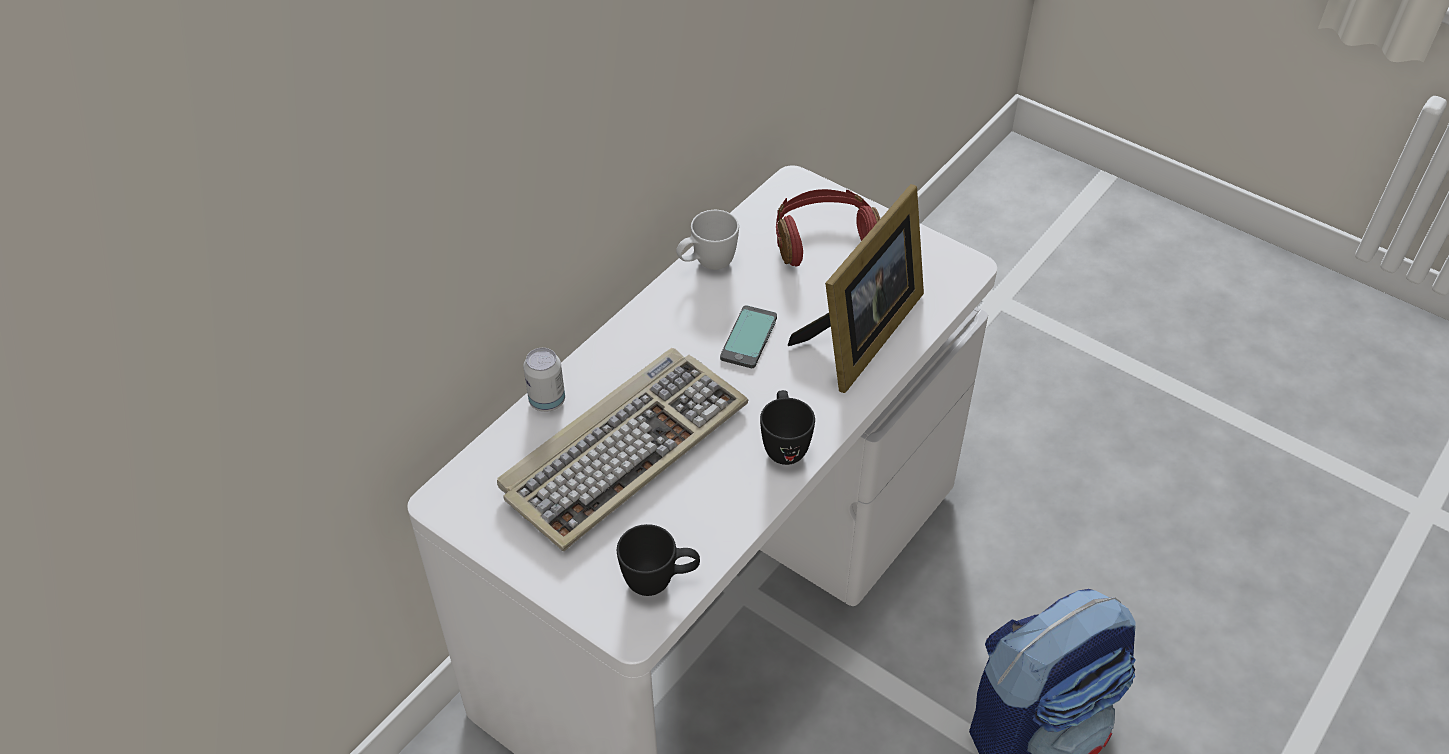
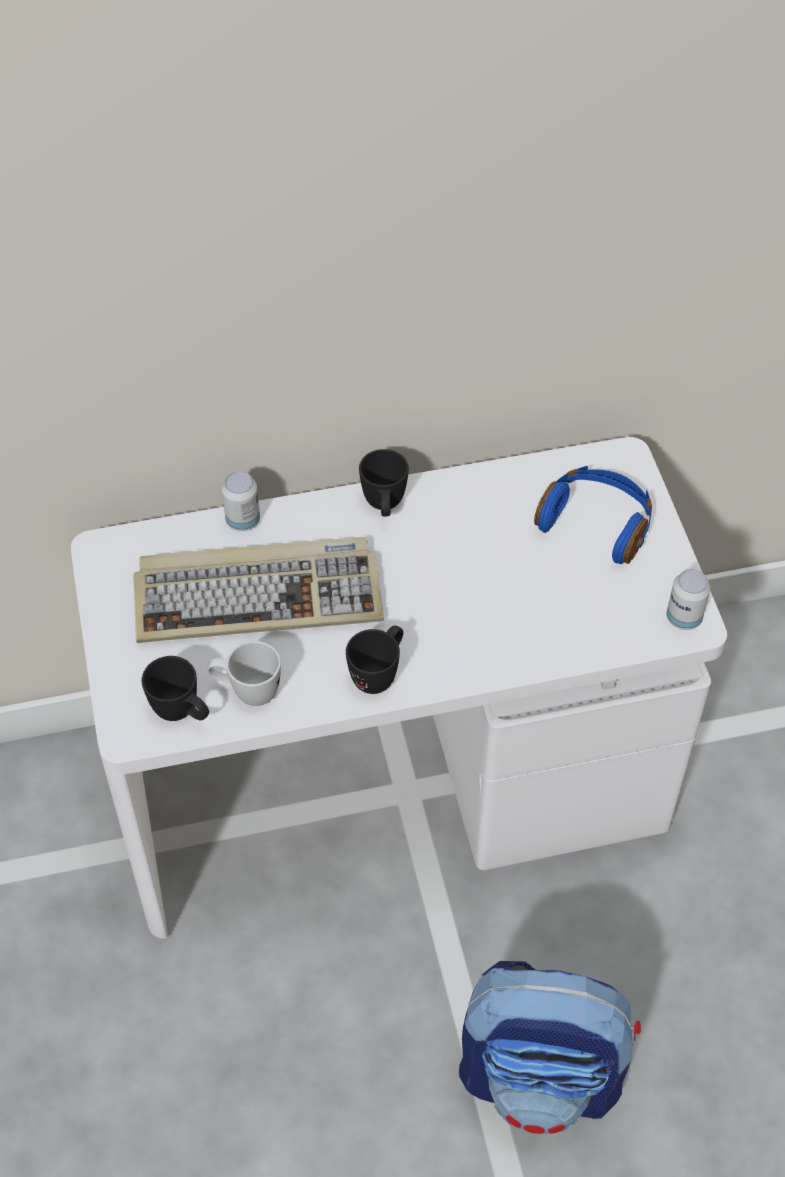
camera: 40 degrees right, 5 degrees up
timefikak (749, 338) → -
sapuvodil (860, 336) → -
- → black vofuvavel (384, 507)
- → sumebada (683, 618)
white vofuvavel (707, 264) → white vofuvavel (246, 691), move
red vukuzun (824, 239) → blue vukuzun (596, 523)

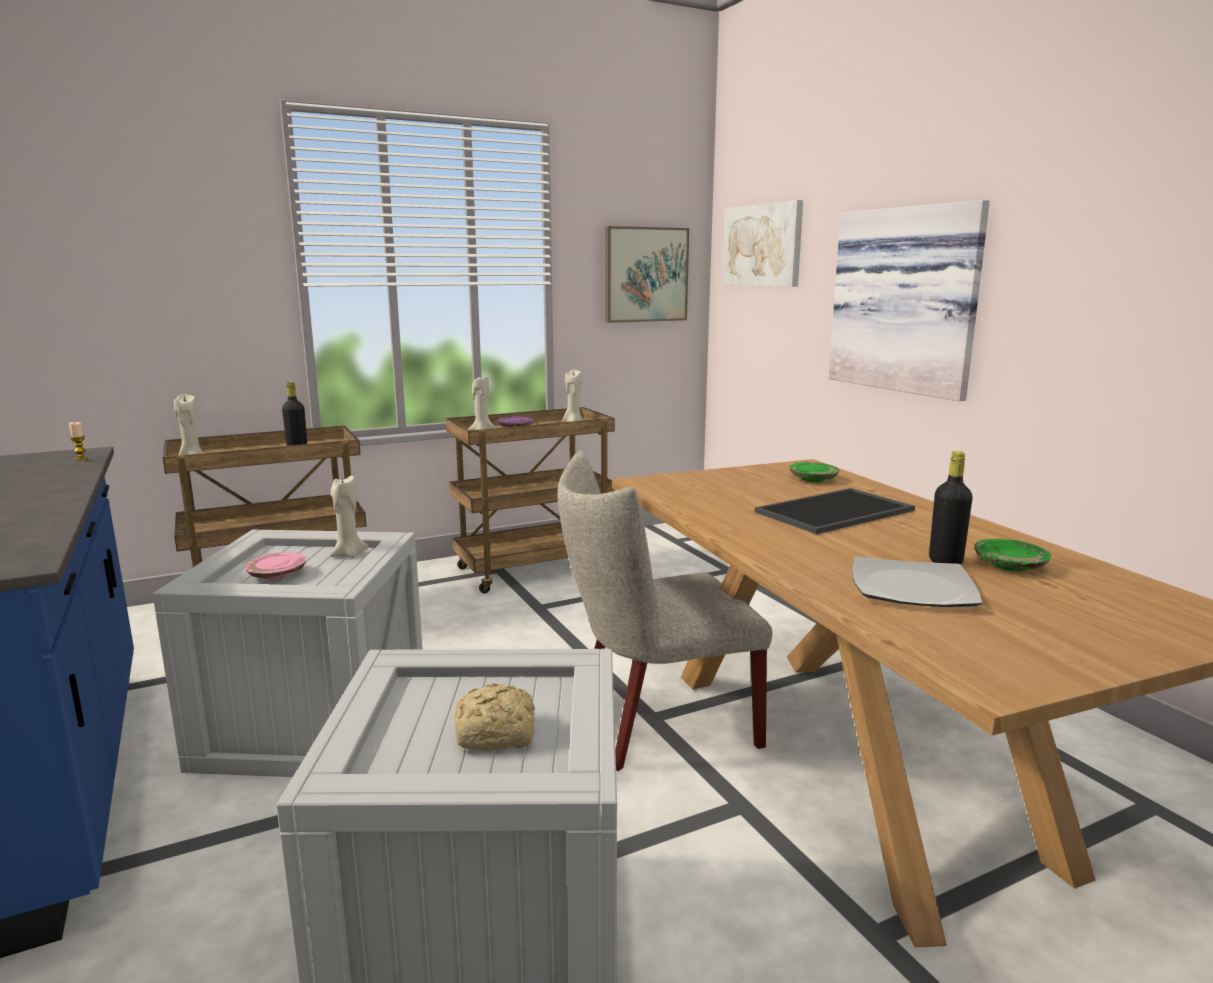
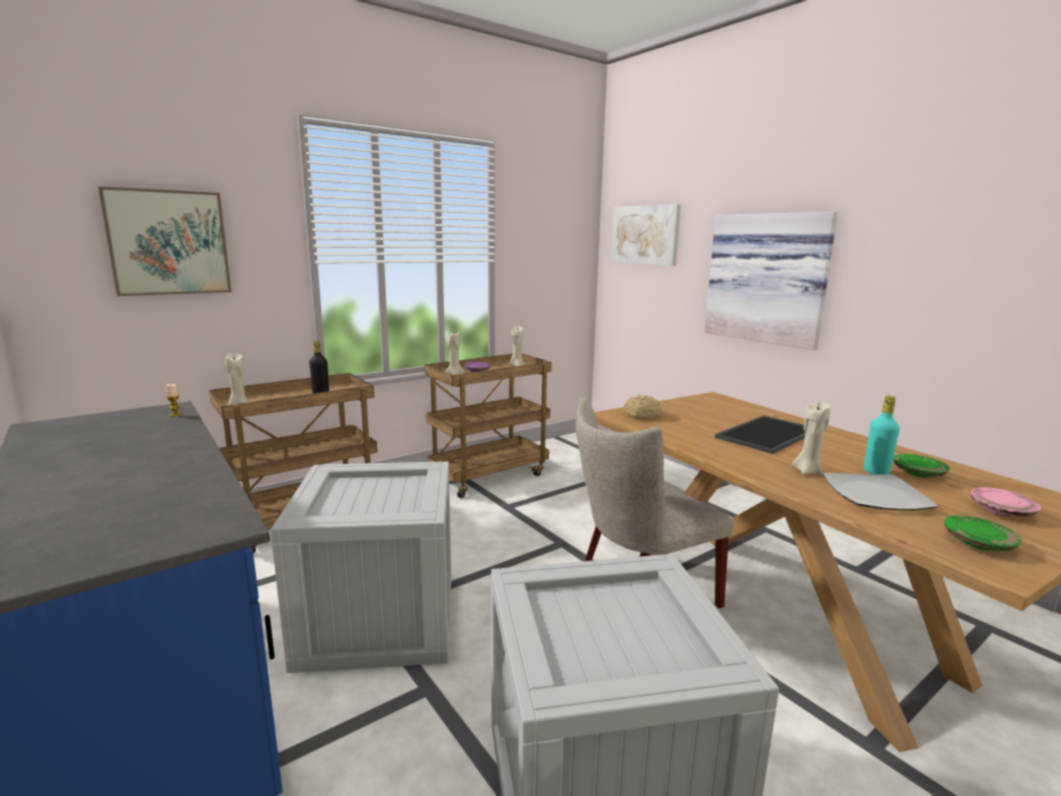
camera: 10 degrees left, 0 degrees up
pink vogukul (277, 575) → pink vogukul (1002, 511), move
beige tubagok (348, 554) → beige tubagok (807, 471), move
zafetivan (498, 734) → zafetivan (643, 415), move
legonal (645, 274) → legonal (168, 243), move
green vogukul (813, 479) → green vogukul (978, 543), move
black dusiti (945, 561) → turquoise dusiti (876, 472)

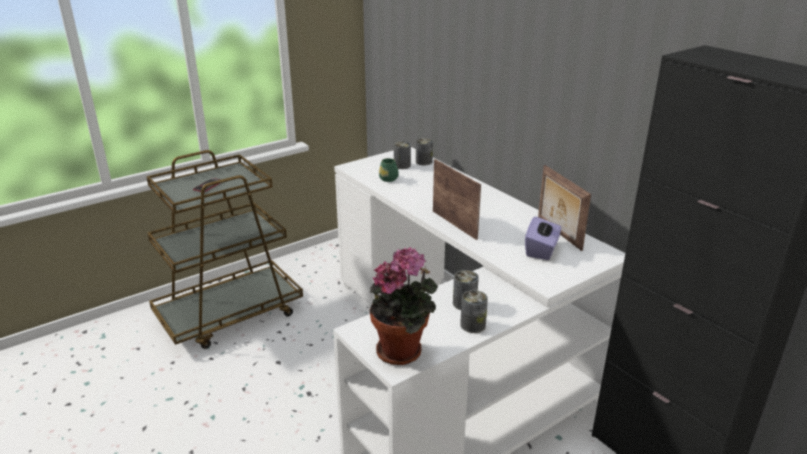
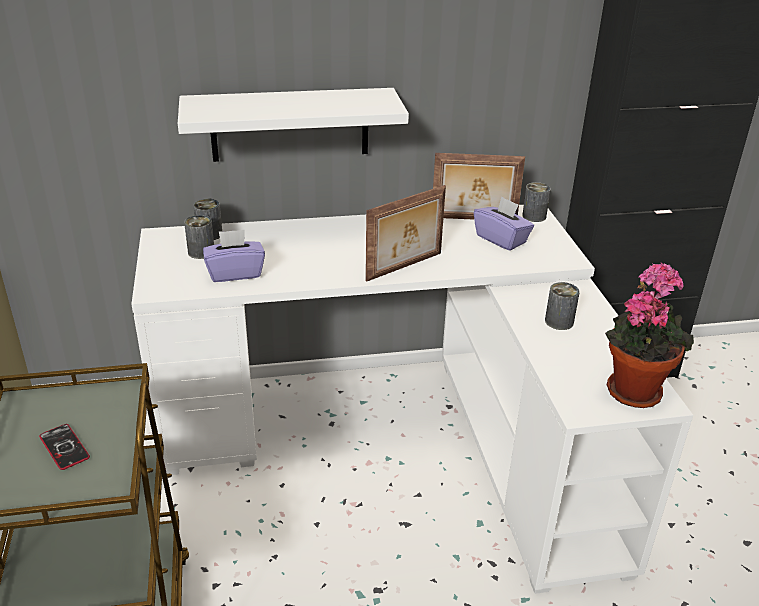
camera: 65 degrees left, 5 degrees up
- → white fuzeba (290, 124)
sumebada (473, 325) → sumebada (534, 216), move
green vofuvavel (390, 179) → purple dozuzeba (235, 273)
sapuvodil (455, 224) → sapuvodil (405, 267), 150 degrees clockwise

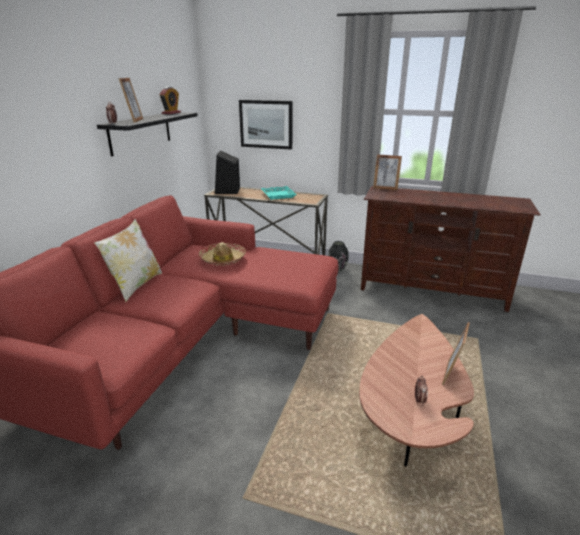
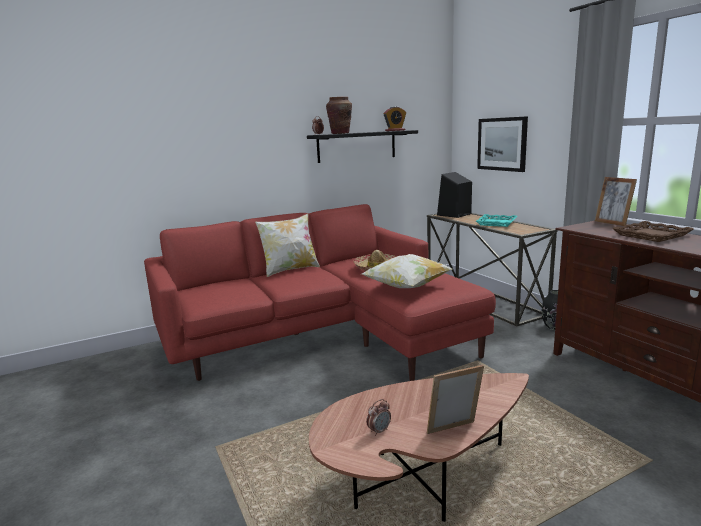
camera: 45 degrees right, 10 degrees down
- → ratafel (406, 287)
- → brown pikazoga (651, 235)
sapuvodil (134, 121) → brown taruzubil (340, 133)

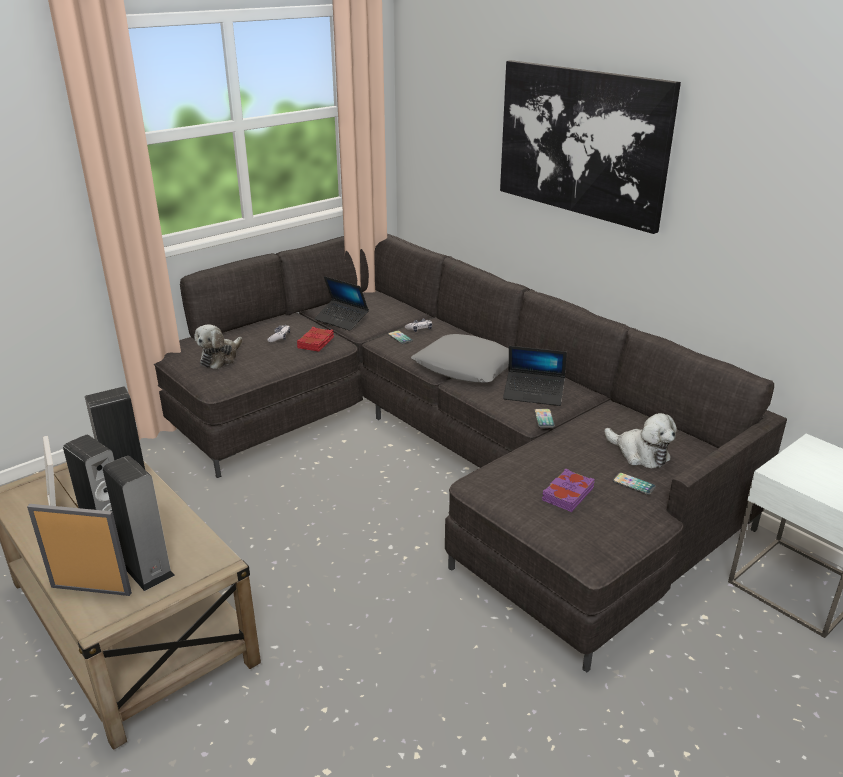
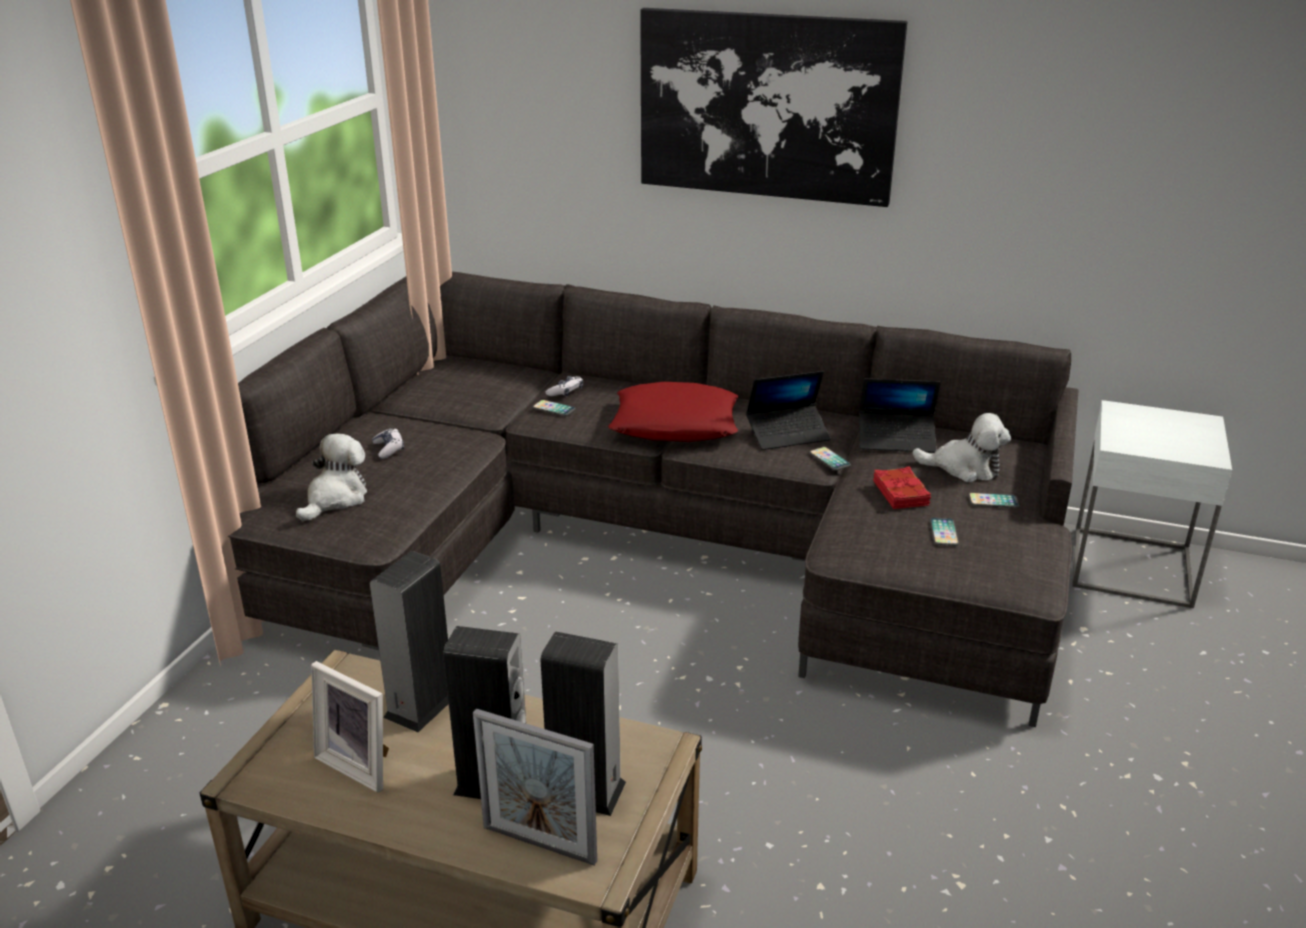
camera: 30 degrees left, 0 degrees up
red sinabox (316, 343) → red sinabox (901, 493), move
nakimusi (341, 320) → nakimusi (896, 440), move
purple sinabox (567, 494) → timefikak (943, 533)
grey ratafel (465, 367) → red ratafel (674, 424)
sapuvodil (91, 590) → sapuvodil (539, 844), 135 degrees counterclockwise
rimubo (220, 358) → rimubo (335, 499), 150 degrees counterclockwise

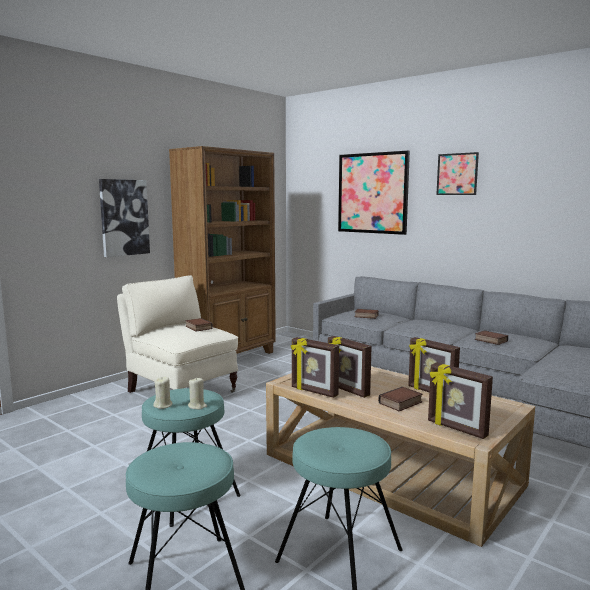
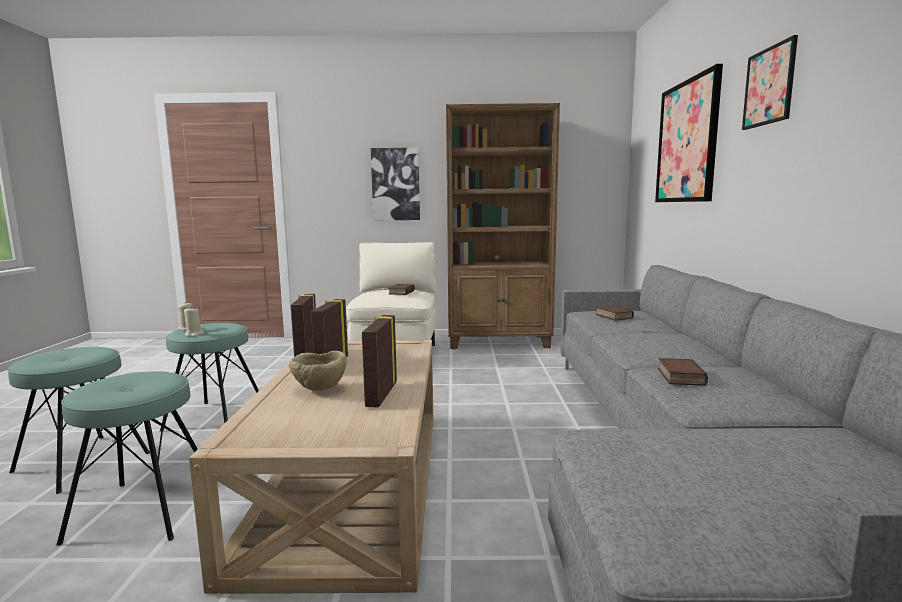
camera: 50 degrees right, 0 degrees up
sapuvodil (456, 429) → -
sinabox (401, 403) → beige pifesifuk (319, 390)

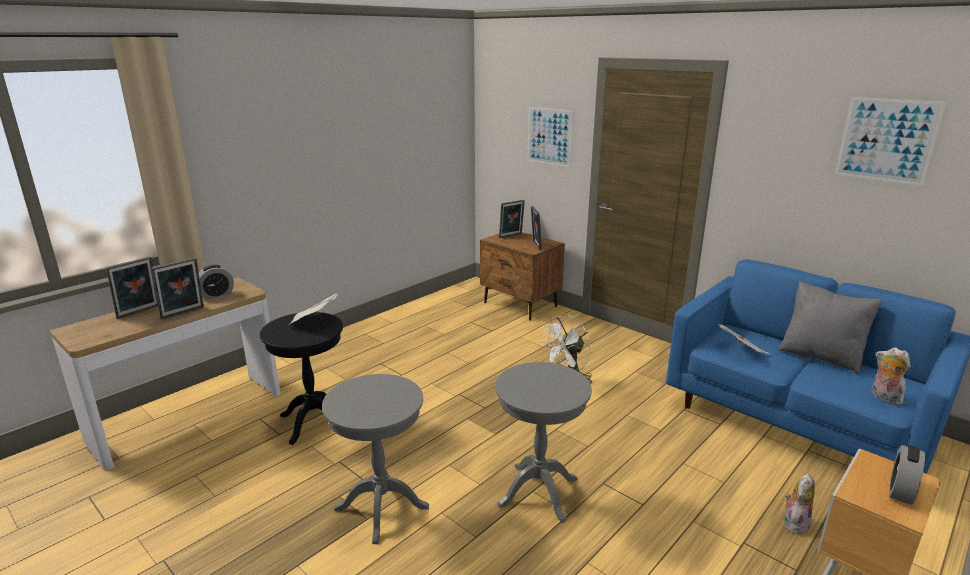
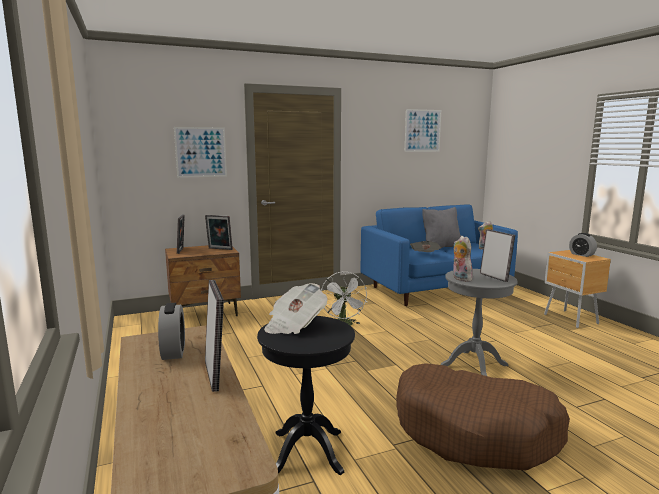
camera: 65 degrees left, 10 degrees down
sapuvodil (139, 312) → sapuvodil (495, 277), move
rimubo (794, 522) → rimubo (460, 278), move
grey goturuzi (382, 508) → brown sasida (475, 431)

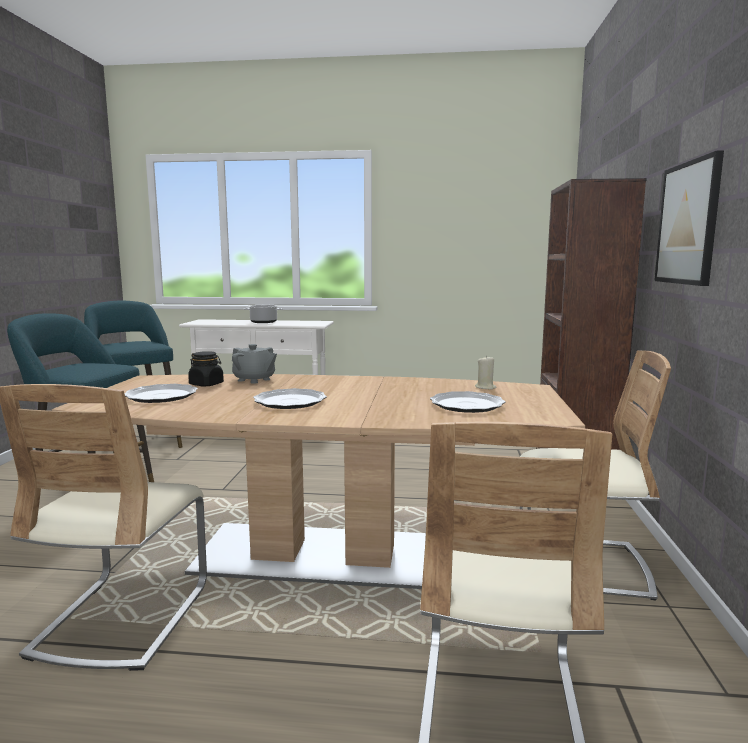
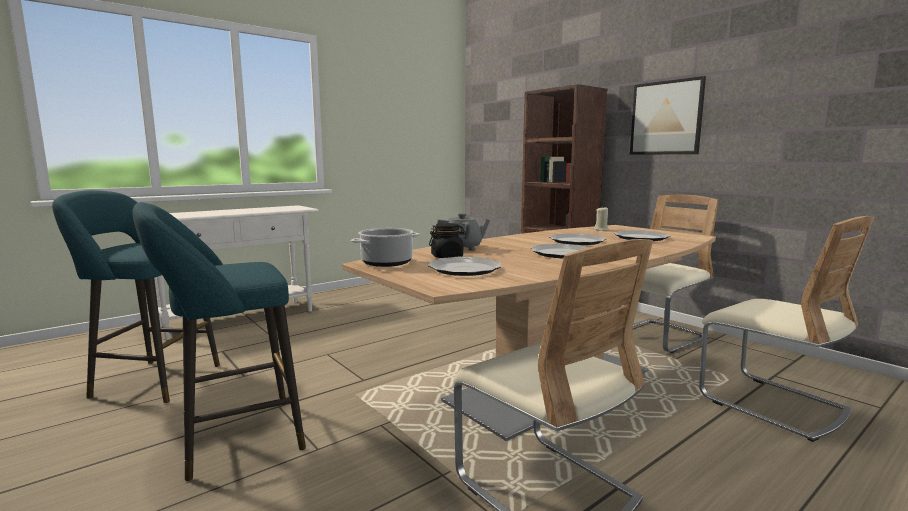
camera: 45 degrees left, 0 degrees up
- → vogukul (577, 241)
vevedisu (263, 322) → vevedisu (386, 263), move

